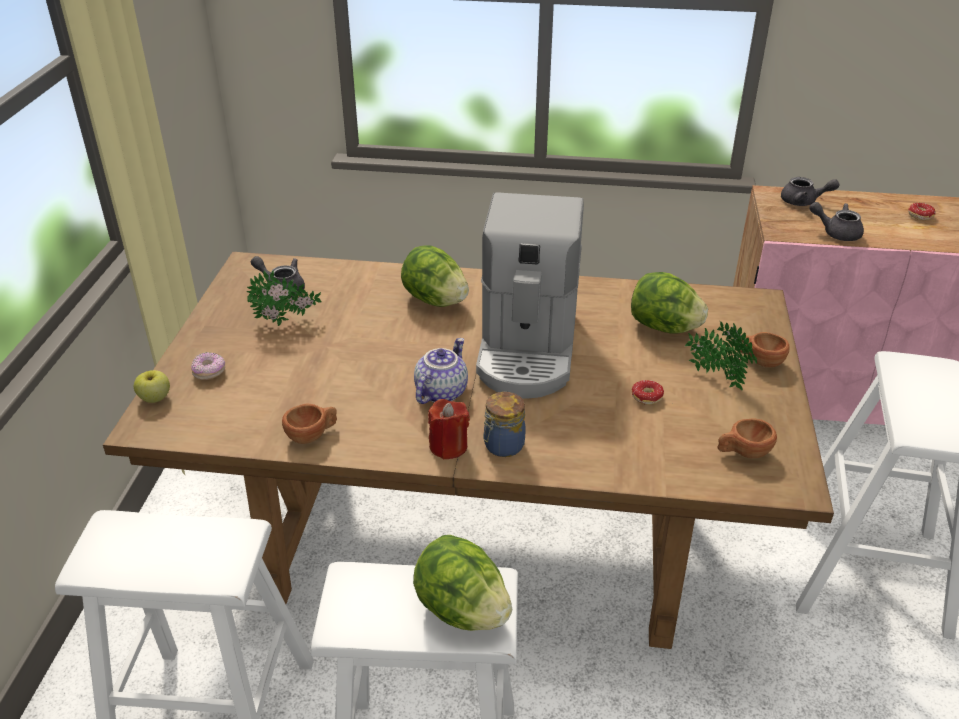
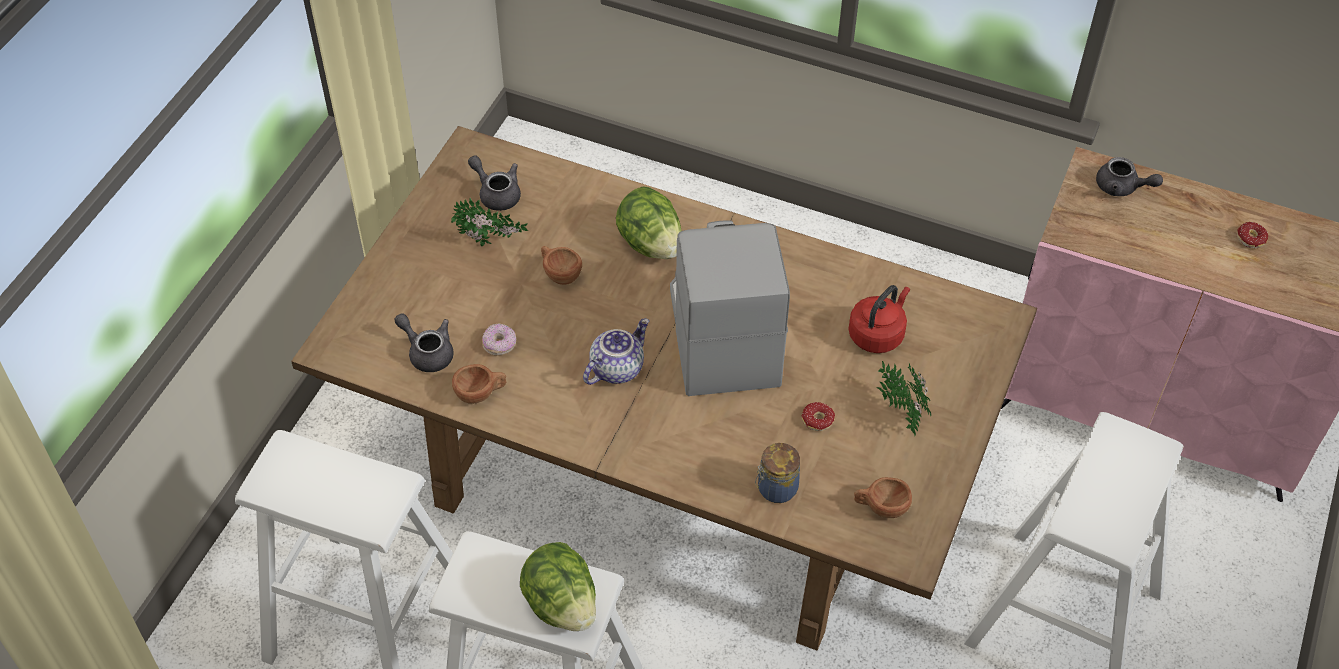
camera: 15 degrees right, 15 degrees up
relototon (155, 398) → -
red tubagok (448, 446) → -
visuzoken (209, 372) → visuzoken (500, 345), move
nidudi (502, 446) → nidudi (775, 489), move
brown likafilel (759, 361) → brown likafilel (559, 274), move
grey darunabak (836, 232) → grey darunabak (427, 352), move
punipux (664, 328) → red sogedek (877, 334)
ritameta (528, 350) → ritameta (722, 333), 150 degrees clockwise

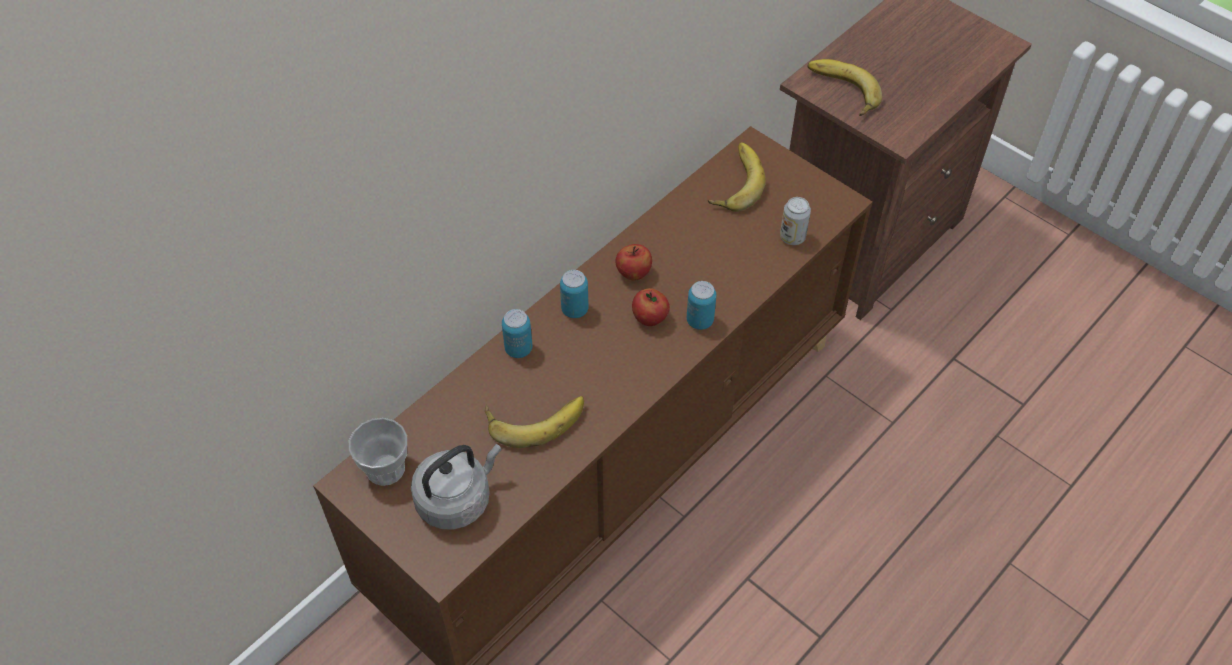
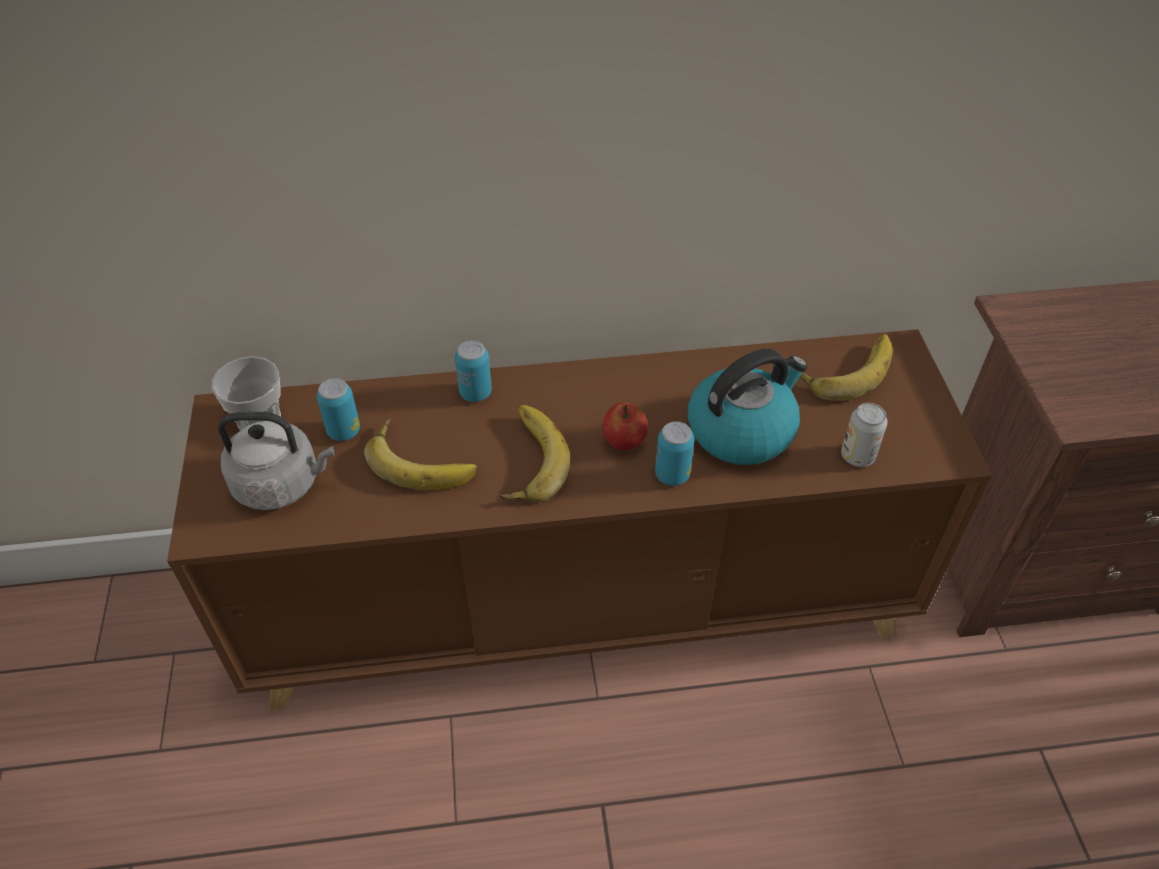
camera: 40 degrees right, 5 degrees down
relototon (633, 273) → -
- → sogedek (742, 430)
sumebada (575, 309) → sumebada (344, 431), move
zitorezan (841, 91) → zitorezan (526, 460), move

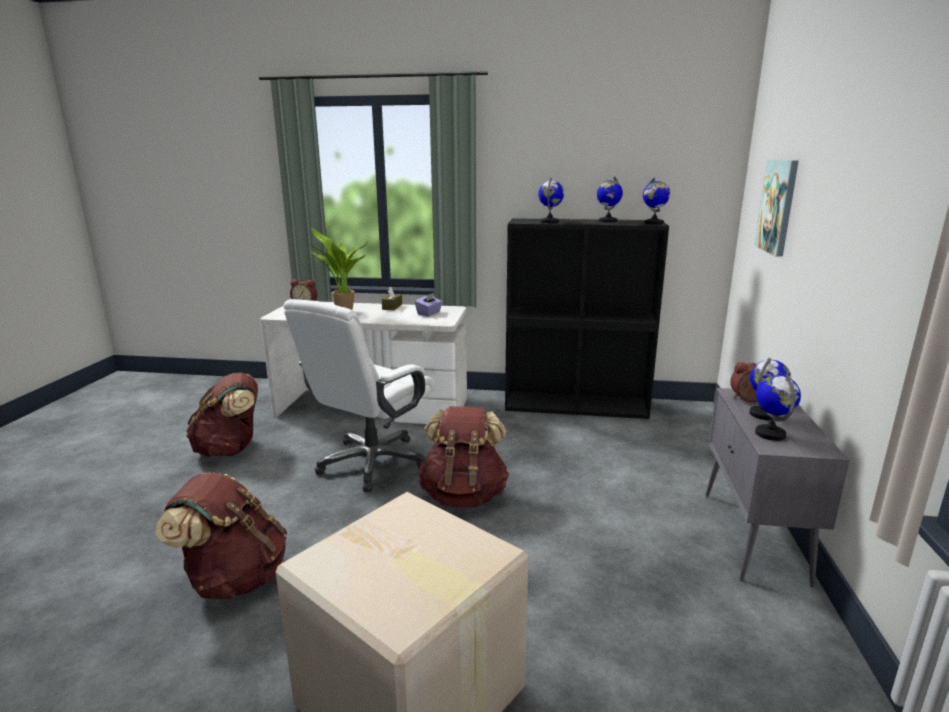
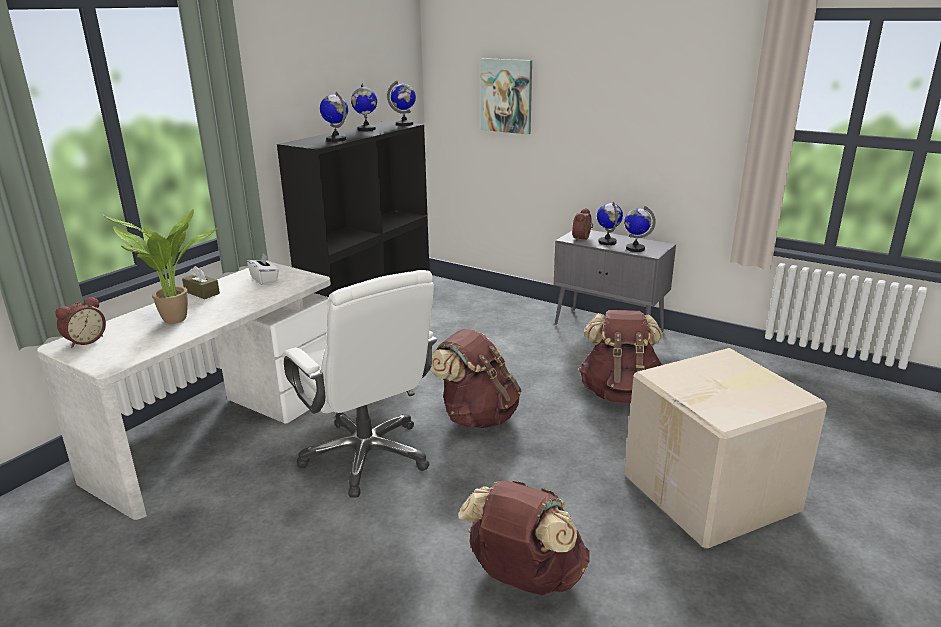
camera: 65 degrees left, 5 degrees up
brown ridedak (230, 449) → brown ridedak (620, 393), move
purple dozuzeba (429, 313) → white dozuzeba (265, 279)

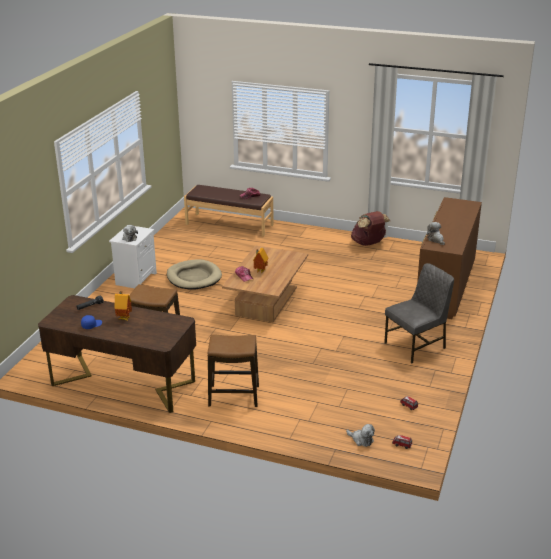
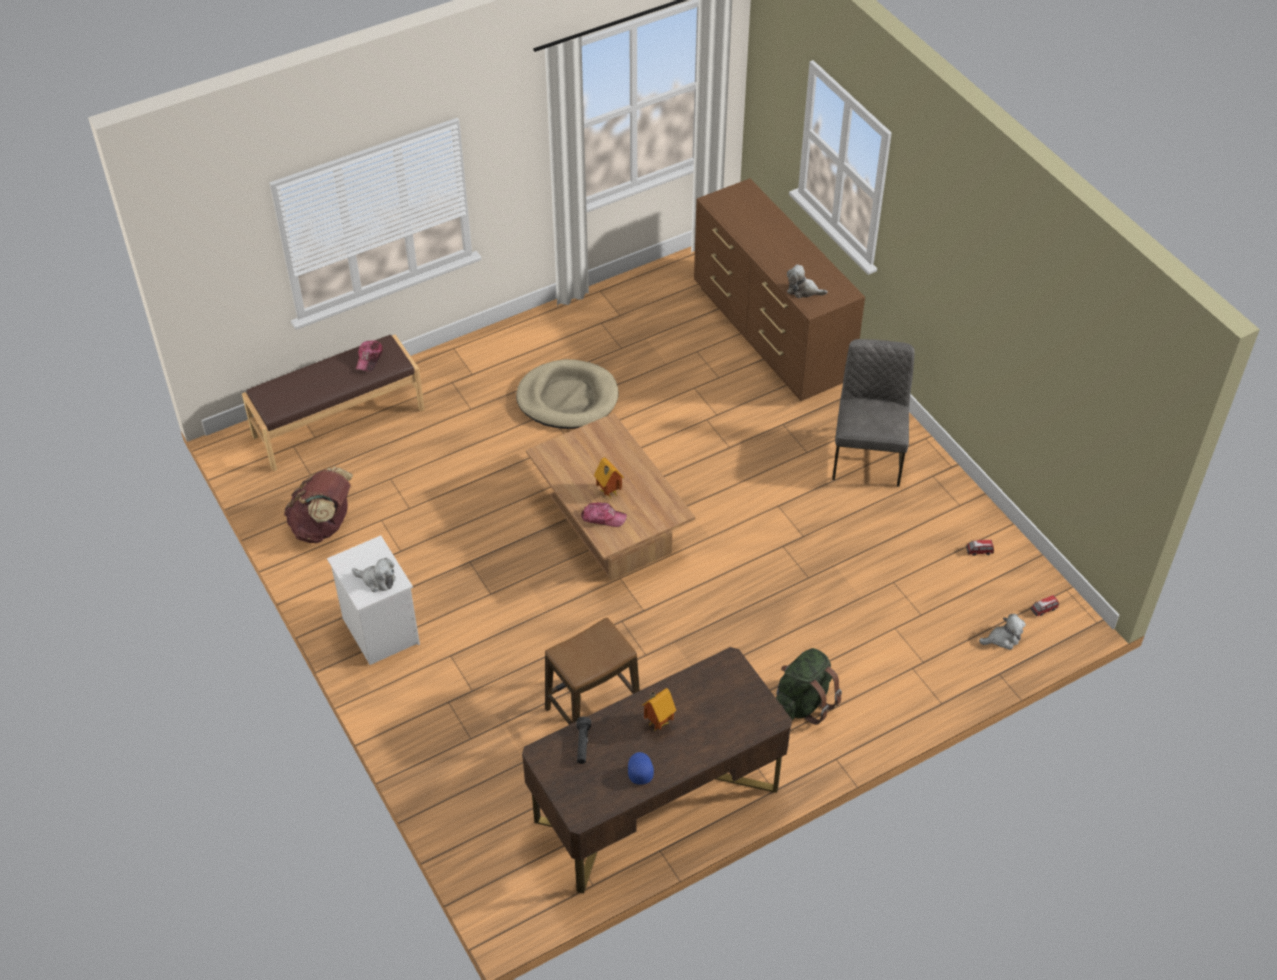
camera: 50 degrees left, 20 degrees up
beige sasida (194, 277) → beige sasida (567, 398), move
brown ridedak (368, 243) → brown ridedak (324, 526), move
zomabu (233, 396) → green ridedak (803, 703)

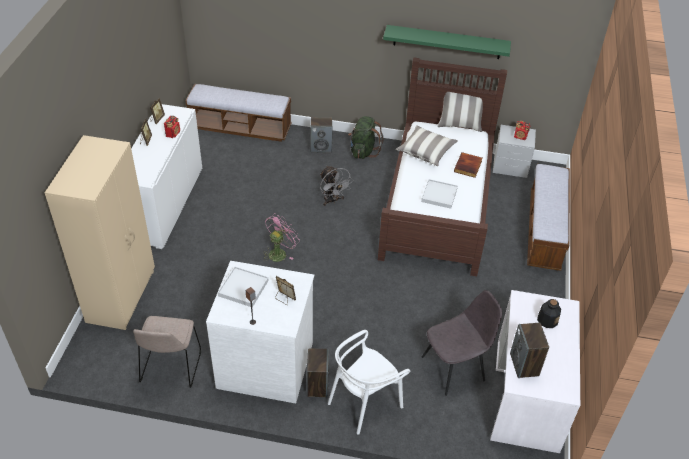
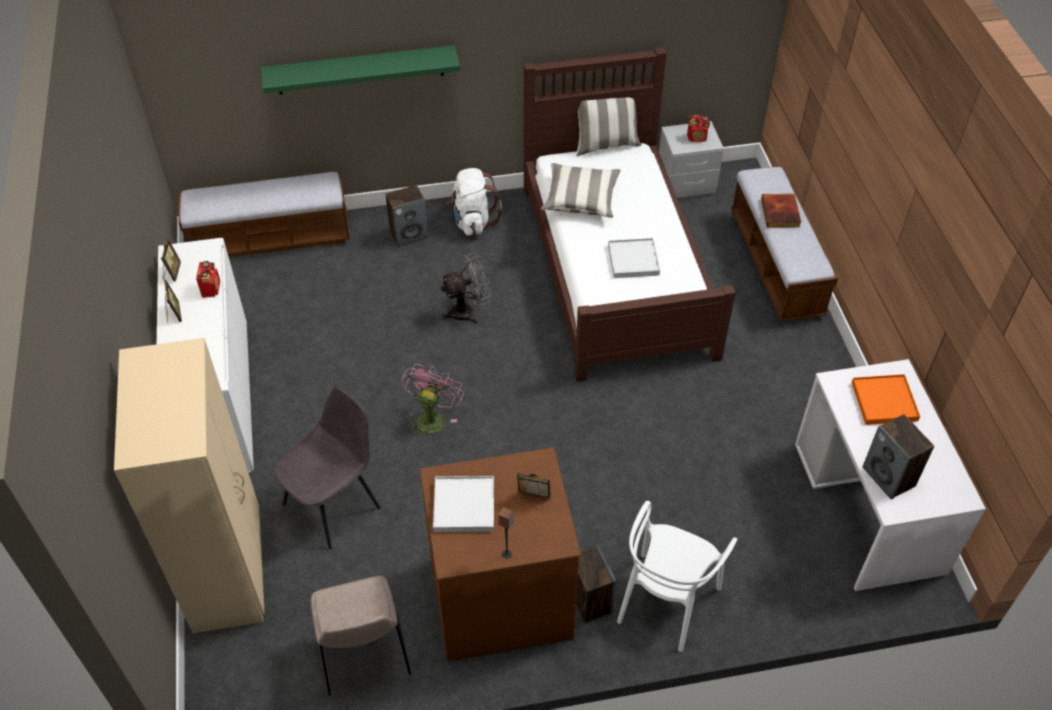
camera: 20 degrees left, 5 degrees up
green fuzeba (447, 42) → green fuzeba (360, 70), move
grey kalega (454, 368) → grey kalega (334, 504), move
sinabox (468, 166) → sinabox (781, 213), move
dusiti (547, 320) → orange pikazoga (884, 401)
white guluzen (265, 364) → brown guluzen (500, 596)
green ridedak (363, 151) → white ridedak (472, 221)
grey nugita (332, 200) → grey nugita (467, 311), 60 degrees counterclockwise

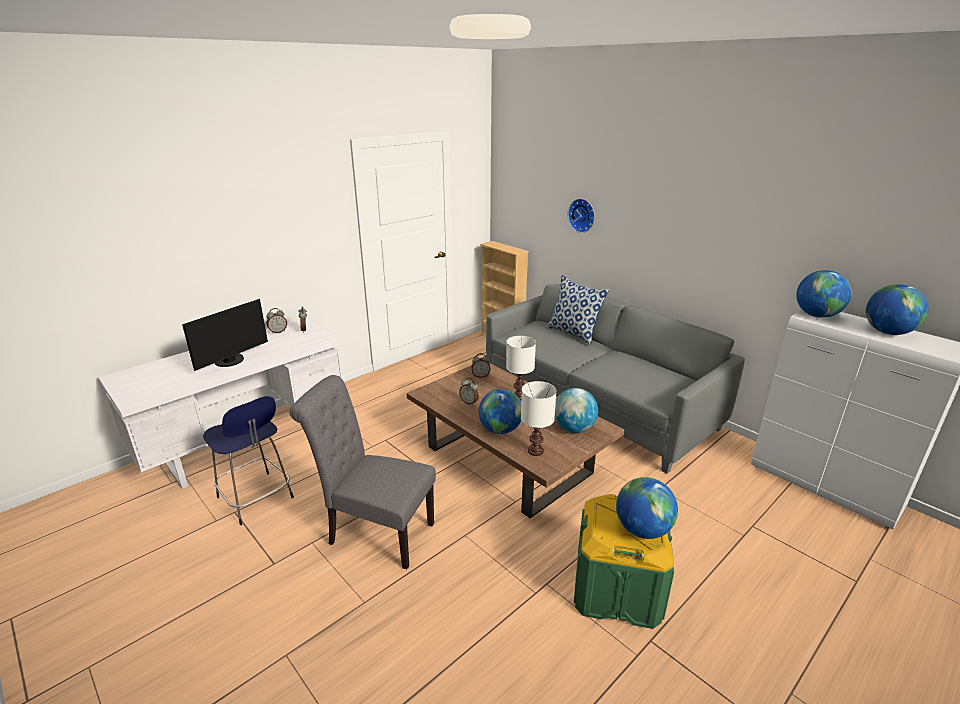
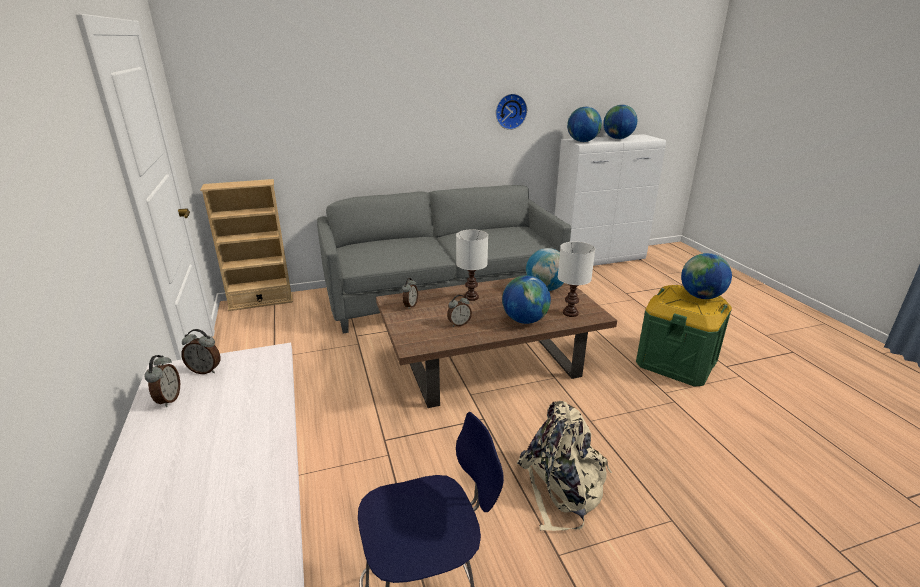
camera: 65 degrees left, 0 degrees up
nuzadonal (231, 361) → -
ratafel (574, 333) → -
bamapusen (582, 215) → bamapusen (510, 111), move
grey kalega (375, 532) → beige ridedak (562, 487)

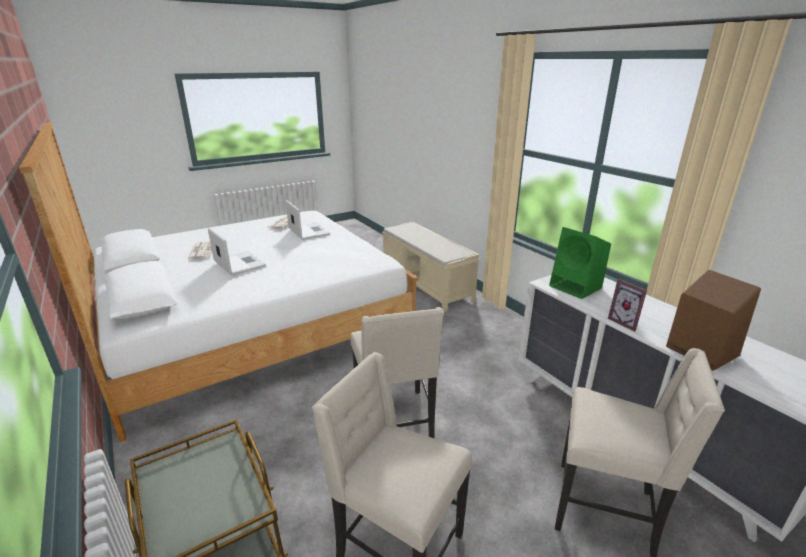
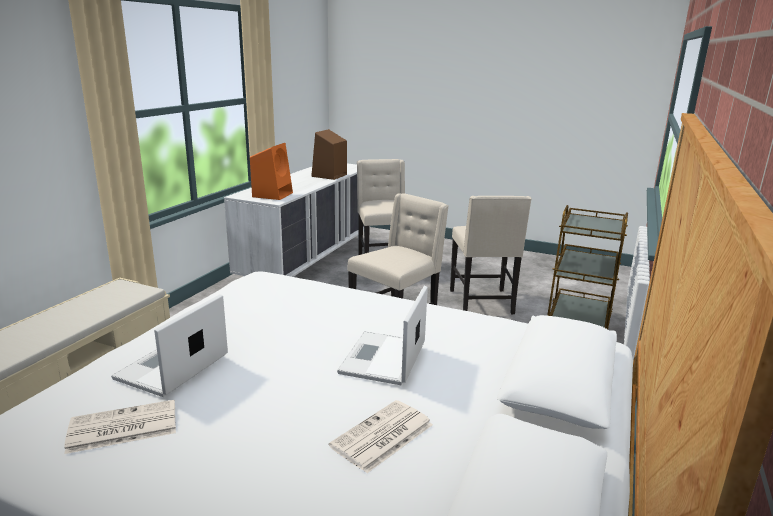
camera: 125 degrees left, 5 degrees down
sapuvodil (626, 322) → -
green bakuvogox (576, 287) → orange bakuvogox (273, 194)

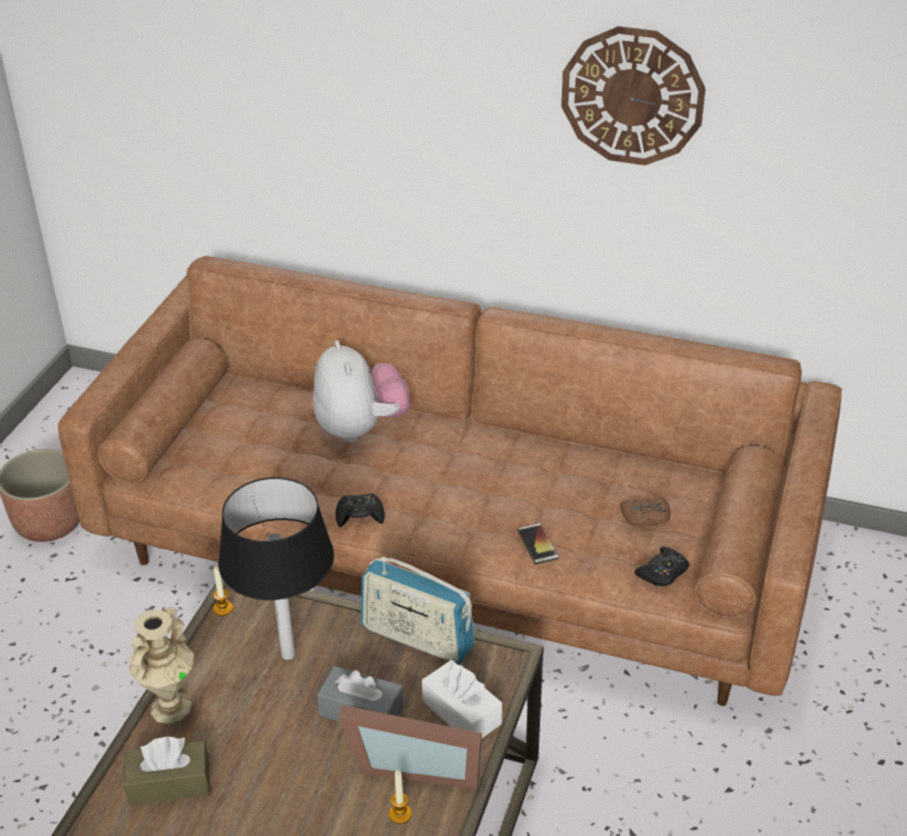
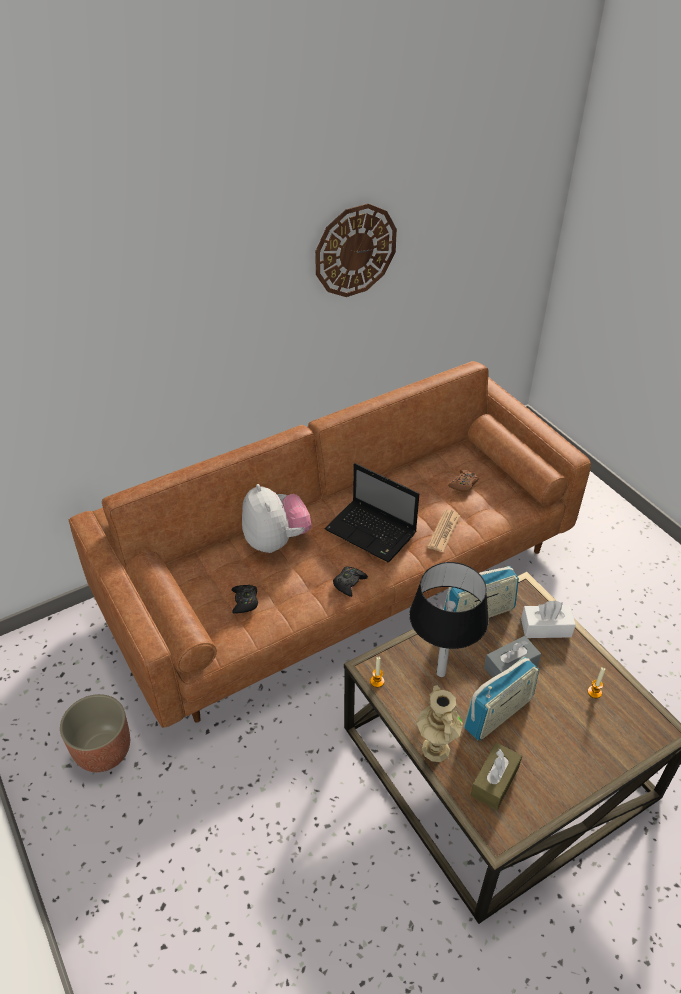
camera: 50 degrees left, 5 degrees up
sapuvodil (415, 764) → -
- → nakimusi (372, 532)
- → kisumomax (498, 713)
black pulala (663, 572) → black pulala (245, 601), move
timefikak (537, 544) → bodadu (444, 531)
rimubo (361, 428) → rimubo (276, 541), 45 degrees clockwise

